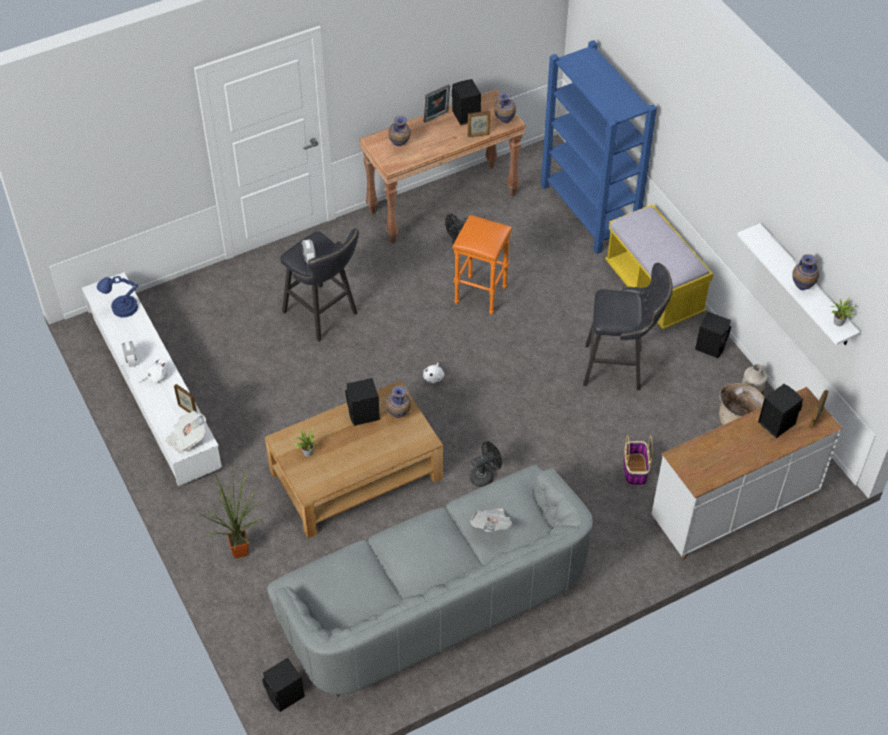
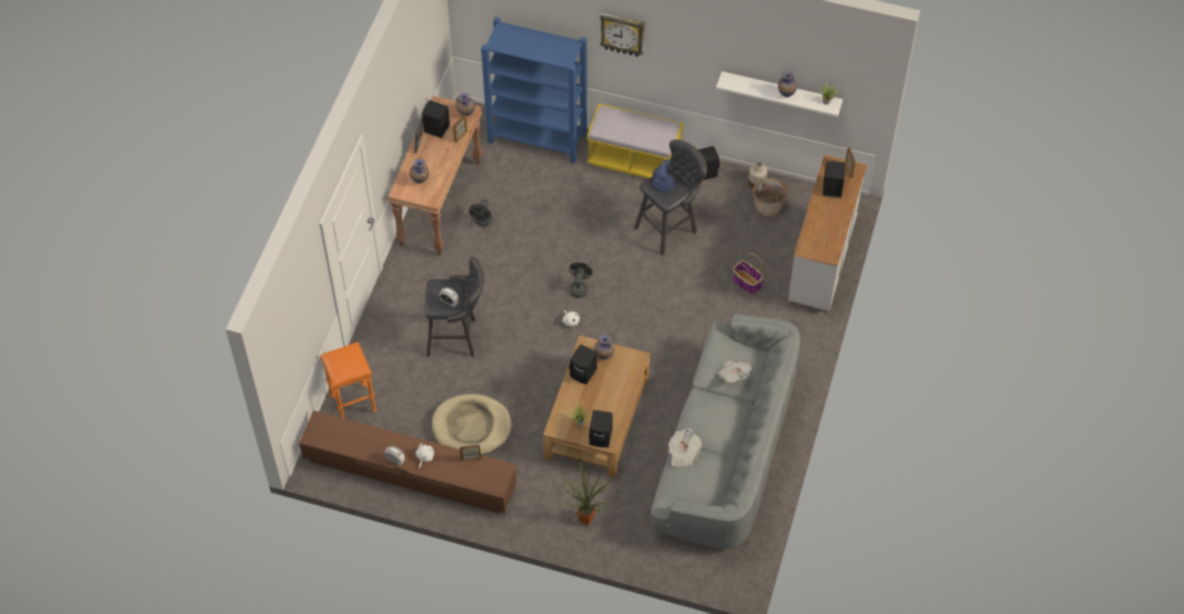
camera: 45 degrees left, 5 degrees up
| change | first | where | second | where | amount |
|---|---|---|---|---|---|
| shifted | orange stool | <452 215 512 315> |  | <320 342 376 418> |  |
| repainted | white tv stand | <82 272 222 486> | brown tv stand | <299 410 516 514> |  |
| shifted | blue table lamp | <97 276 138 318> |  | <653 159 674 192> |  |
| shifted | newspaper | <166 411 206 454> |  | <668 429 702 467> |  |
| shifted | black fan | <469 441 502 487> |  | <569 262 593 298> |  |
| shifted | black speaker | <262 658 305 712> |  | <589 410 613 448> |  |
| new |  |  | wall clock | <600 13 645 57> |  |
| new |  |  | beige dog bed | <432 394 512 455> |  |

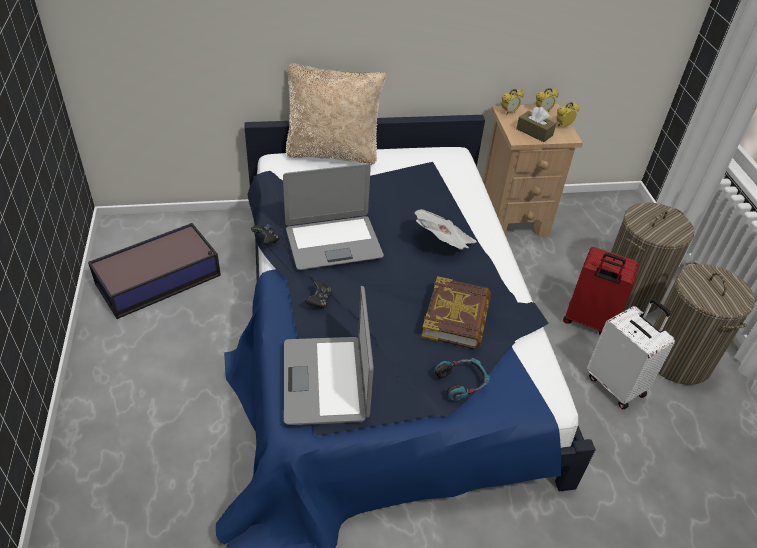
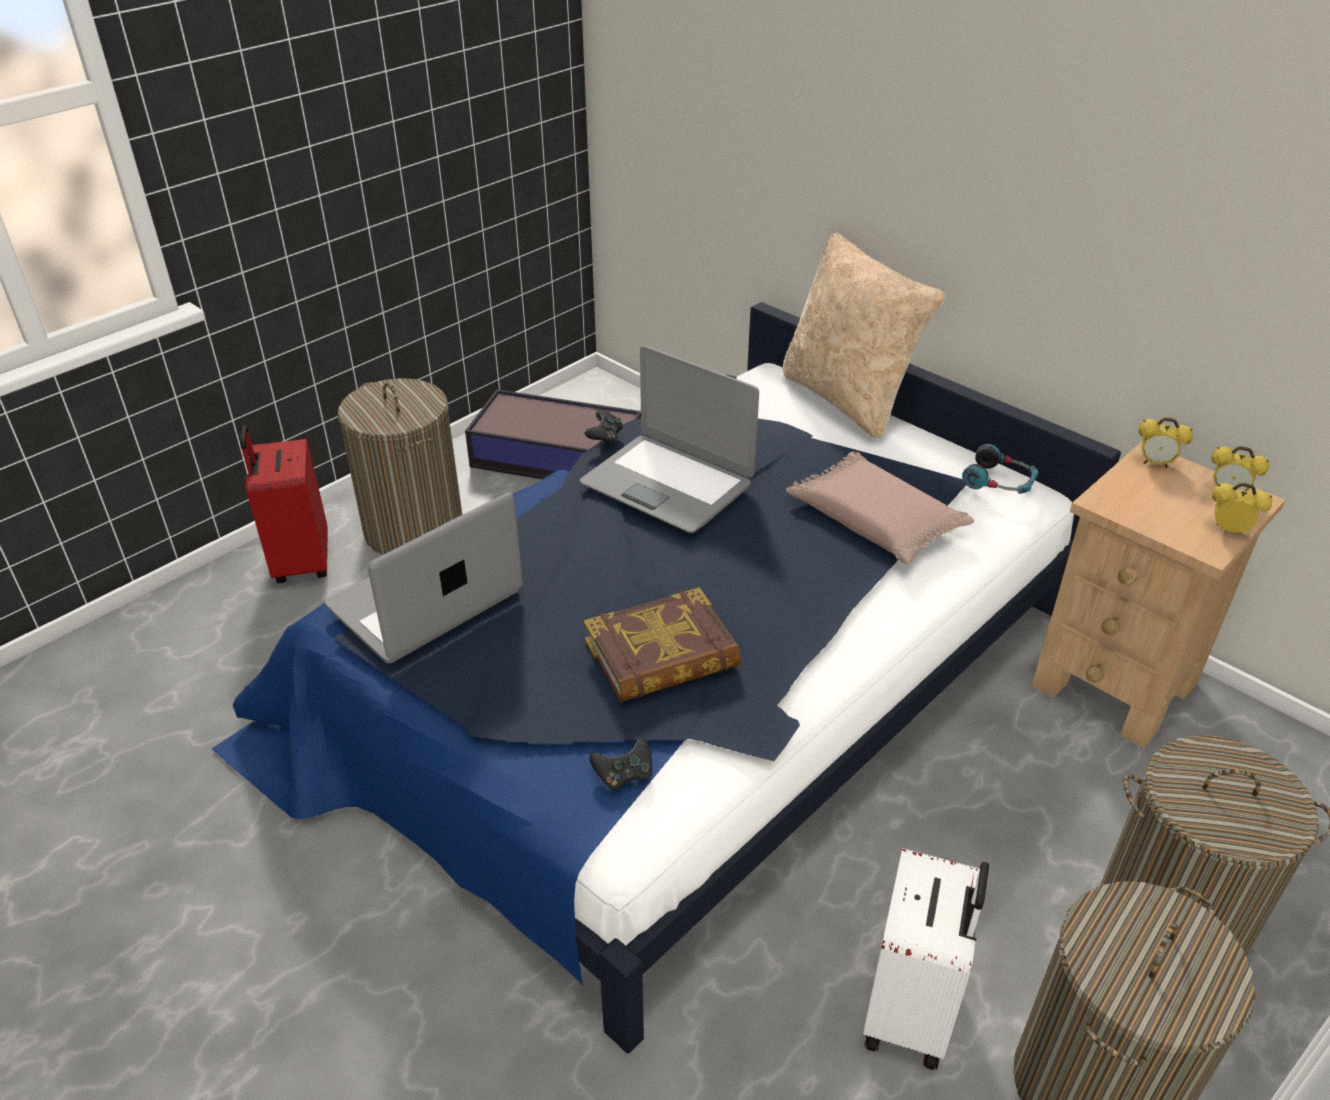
camera: 55 degrees right, 5 degrees down
| change | first | where | second | where | amount |
|---|---|---|---|---|---|
| gone | brown tissue box | <516 107 556 142> |  |  |  |
| gone | newspaper | <414 209 477 250> |  |  |  |
| shifted | red suitcase | <563 247 640 335> |  | <240 425 328 583> |  |
| shifted | black game controller | <304 280 332 309> |  | <590 738 652 791> |  |
| shifted | headphones | <434 358 490 401> |  | <962 444 1039 494> |  |
| new |  |  | laundry basket | <338 378 462 555> |  |
| new |  |  | beige pillow | <786 451 974 564> |  |

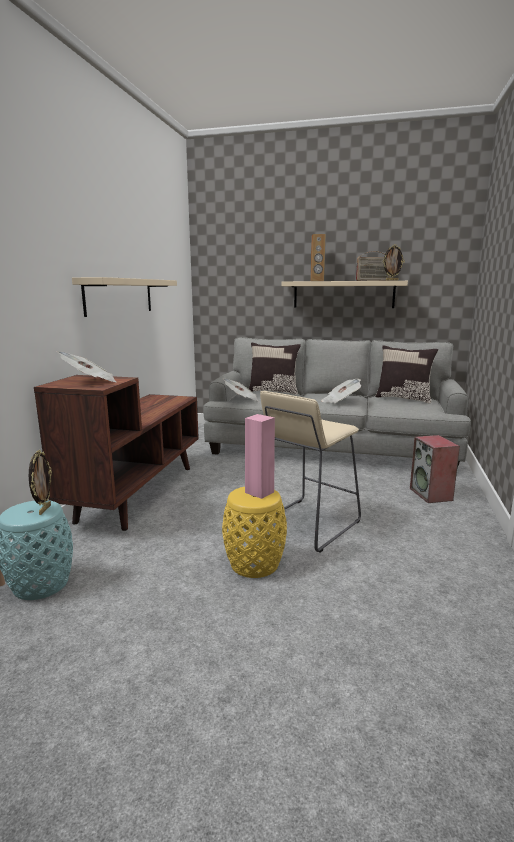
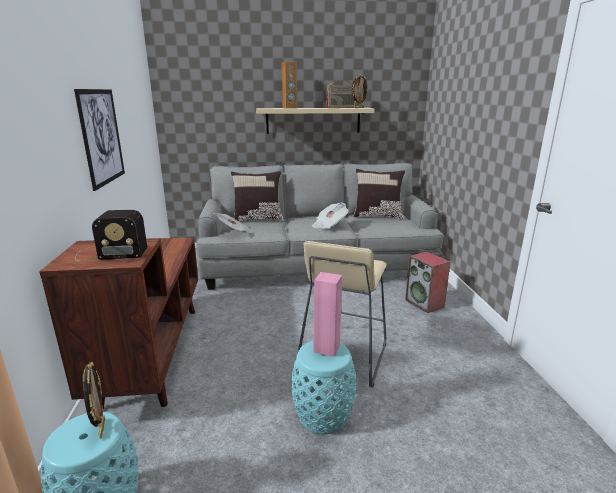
camera: 20 degrees left, 5 degrees up
| change | first | where | second | where | amount |
|---|---|---|---|---|---|
| swapped | beige shelf | <72 277 177 317> | picture | <74 89 125 191> |  |
| swapped | newspaper | <57 351 116 382> | radio | <75 210 147 261> |  |
| repainted | yellow stool | <222 487 287 578> | turquoise stool | <291 341 356 434> |  |

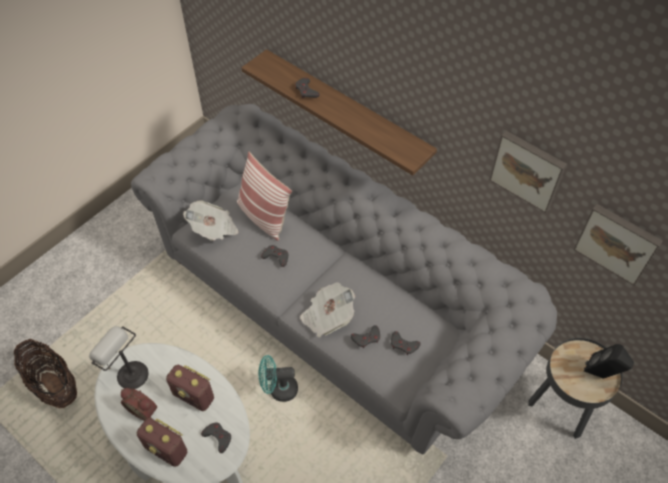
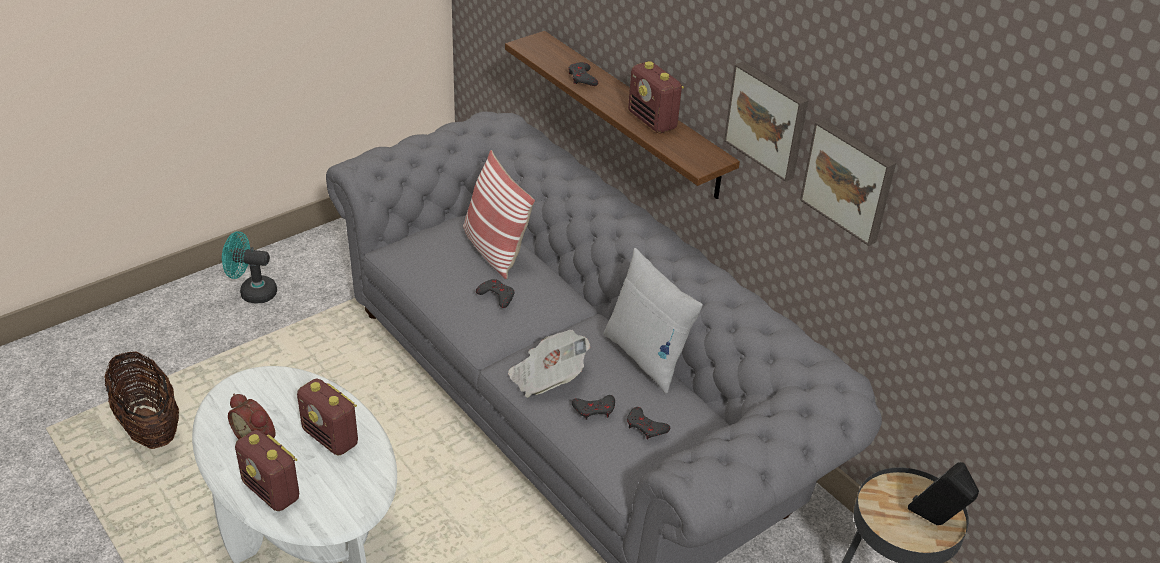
camera: 10 degrees right, 15 degrees down
| change | first | where | second | where | amount |
|---|---|---|---|---|---|
| gone | newspaper | <183 200 239 240> |  |  |  |
| shifted | picture | <574 204 663 285> |  | <724 62 808 182> |  |
| gone | table lamp | <89 326 149 389> |  |  |  |
| shifted | turquoise fan | <258 355 298 402> |  | <222 231 277 304> |  |
| gone | grey game controller | <201 423 231 453> |  |  |  |
| new |  |  | radio | <628 61 684 133> |  |
| new |  |  | grey pillow | <603 248 703 394> |  |

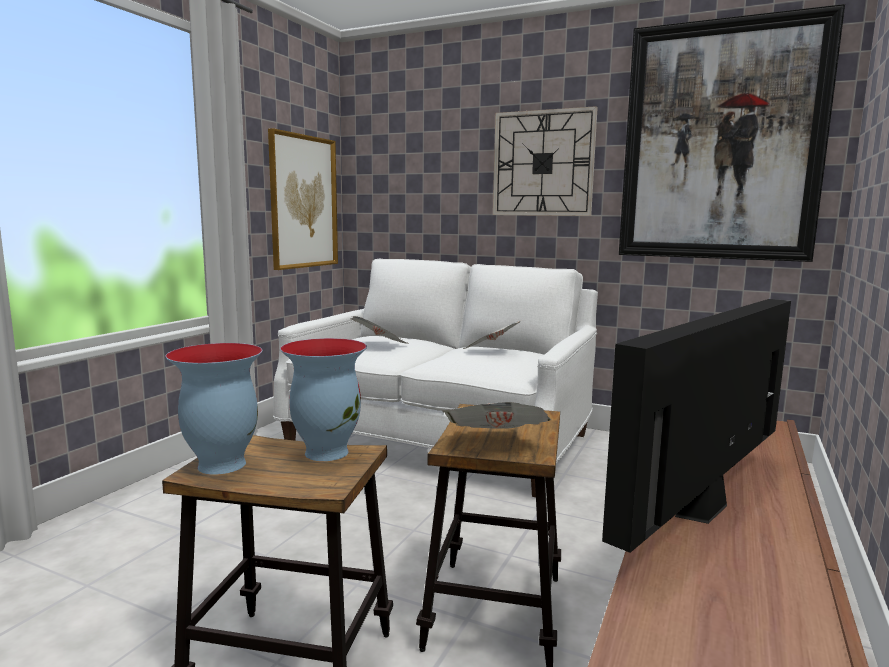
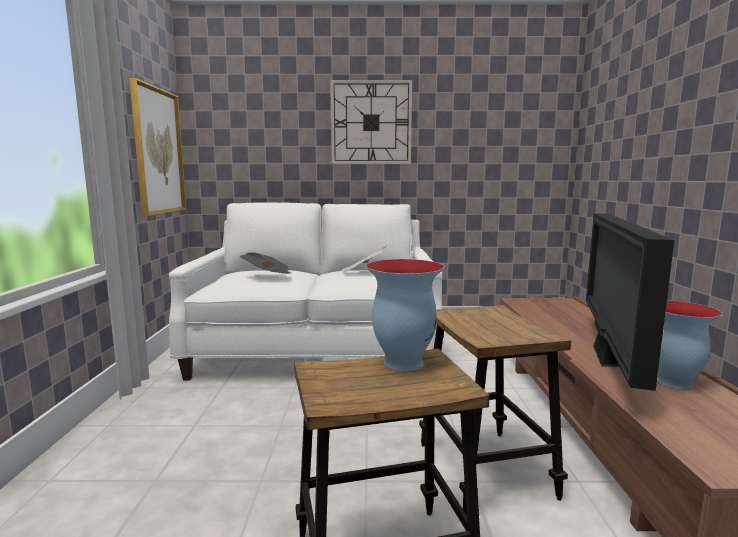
camera: 25 degrees left, 0 degrees up
| change | first | where | second | where | amount |
|---|---|---|---|---|---|
| gone | picture | <619 4 845 262> |  |  |  |
| shifted | vase | <165 343 262 475> |  | <657 301 722 390> |  |
| gone | newspaper | <442 402 551 429> |  |  |  |

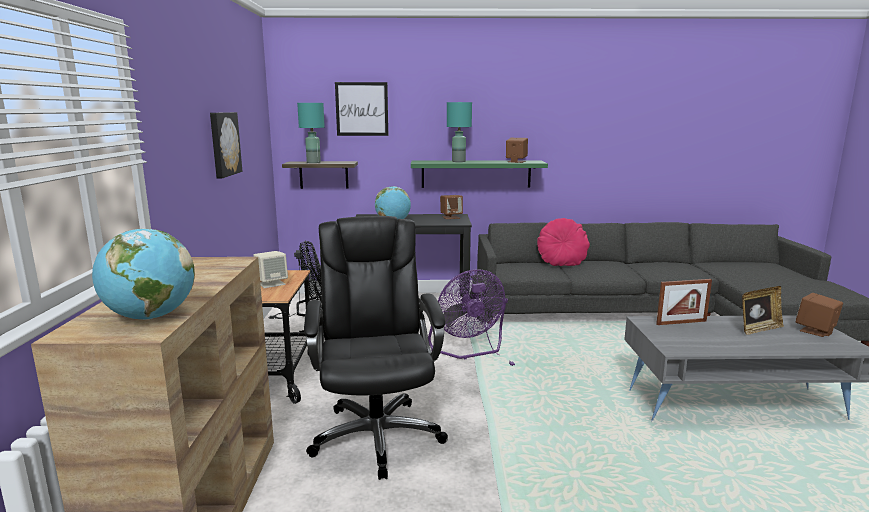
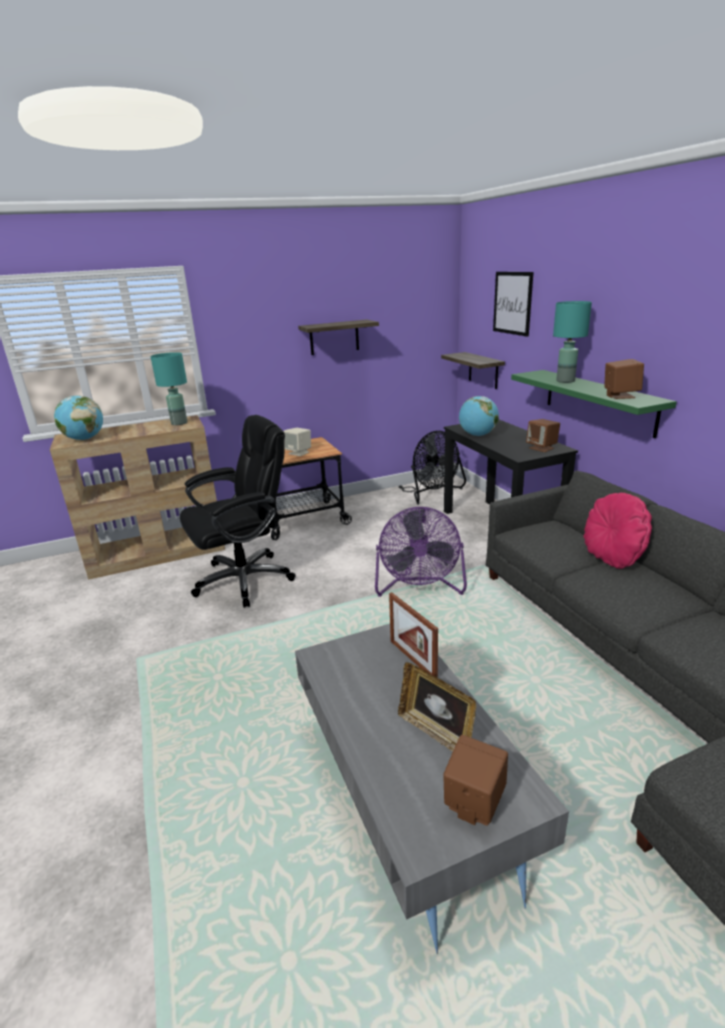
camera: 70 degrees right, 10 degrees up
| change | first | where | second | where | amount |
|---|---|---|---|---|---|
| shifted | turquoise table lamp | <297 103 325 163> |  | <150 352 187 425> |  |
| swapped | picture | <210 112 242 179> | shelf | <298 319 379 355> |  |
| rotated | purple fan | <428 270 515 366> |  | <375 507 467 597> | 135 degrees clockwise |

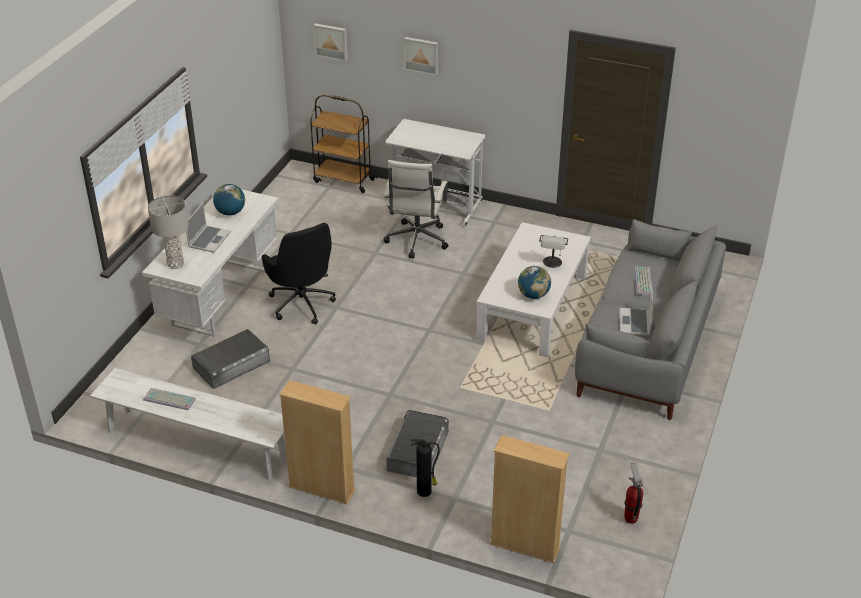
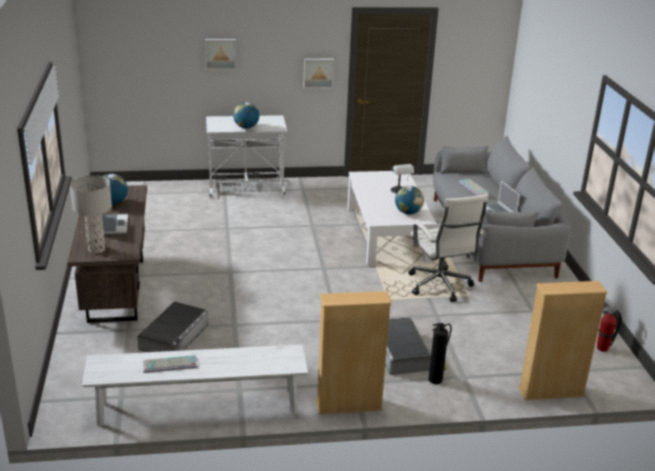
camera: 30 degrees left, 10 degrees down
| change | first | where | second | where | amount |
|---|---|---|---|---|---|
| shifted | picture | <313 23 348 61> |  | <304 59 334 88> |  |
| gone | brown cart | <310 95 377 193> |  |  |  |
| shifted | white office chair | <383 160 449 259> |  | <408 194 489 302> |  |
| repainted | white desk | <142 189 279 337> | brown desk | <67 185 147 323> |  |
| gone | black office chair | <262 223 336 325> |  |  |  |
| new |  |  | globe | <233 102 259 128> |  |

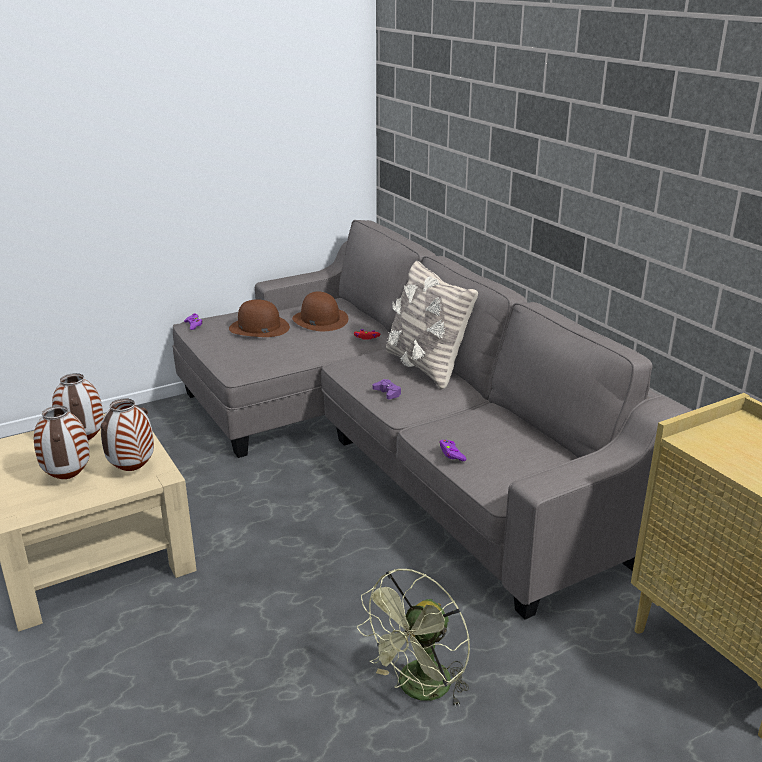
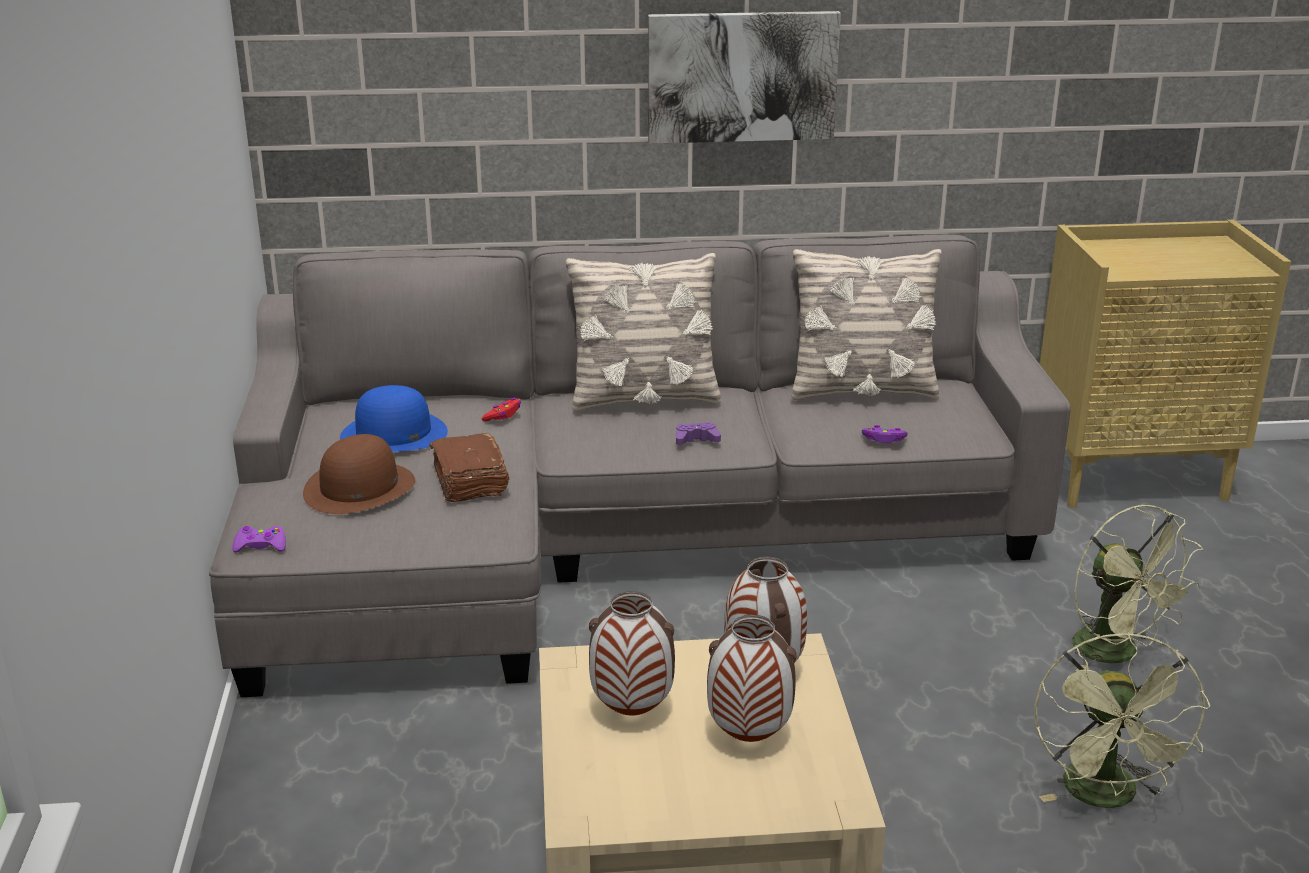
camera: 65 degrees left, 0 degrees up
| change | first | where | second | where | amount |
|---|---|---|---|---|---|
| repainted | brown hat | <292 291 348 331> | blue hat | <340 385 448 452> |  |
| new |  |  | picture | <648 11 841 144> |  |
| new |  |  | beige pillow | <791 249 942 400> |  |
| new |  |  | brown book | <430 433 510 502> |  |
| new |  |  | green fan | <1034 632 1210 808> |  |

